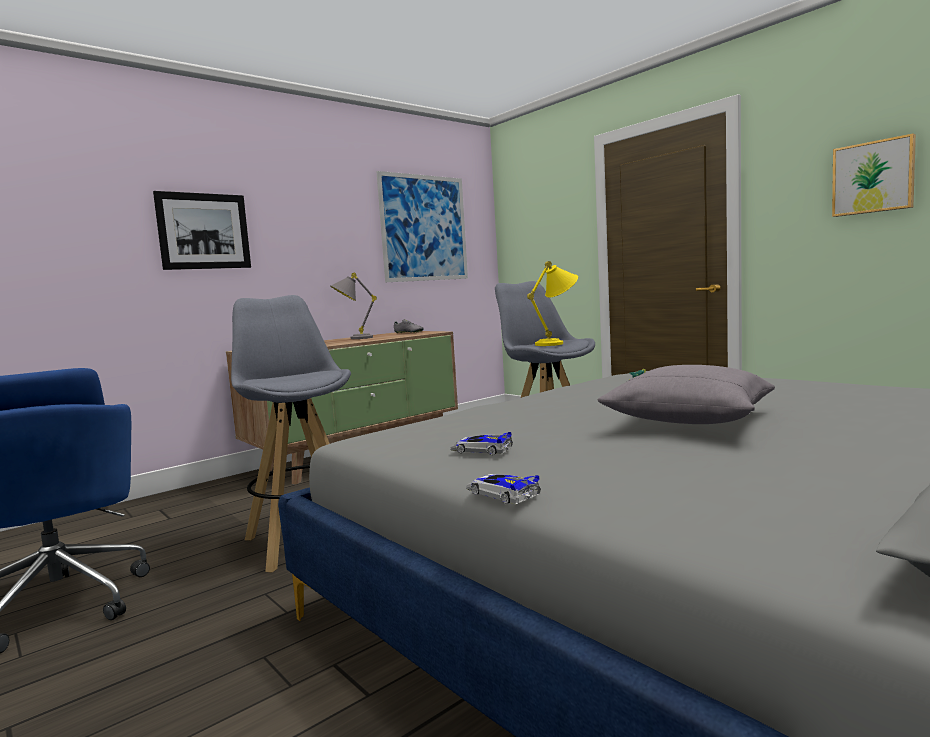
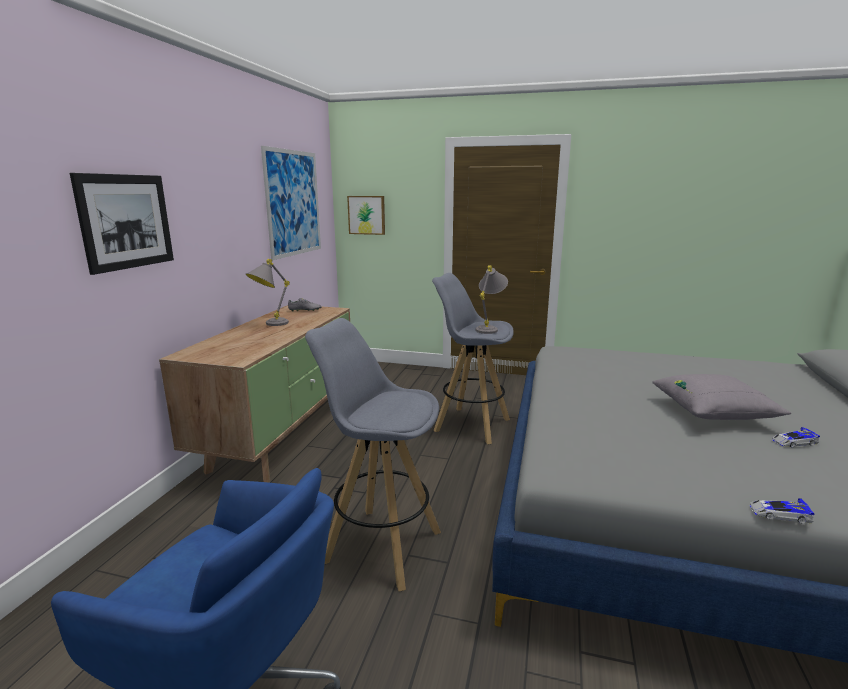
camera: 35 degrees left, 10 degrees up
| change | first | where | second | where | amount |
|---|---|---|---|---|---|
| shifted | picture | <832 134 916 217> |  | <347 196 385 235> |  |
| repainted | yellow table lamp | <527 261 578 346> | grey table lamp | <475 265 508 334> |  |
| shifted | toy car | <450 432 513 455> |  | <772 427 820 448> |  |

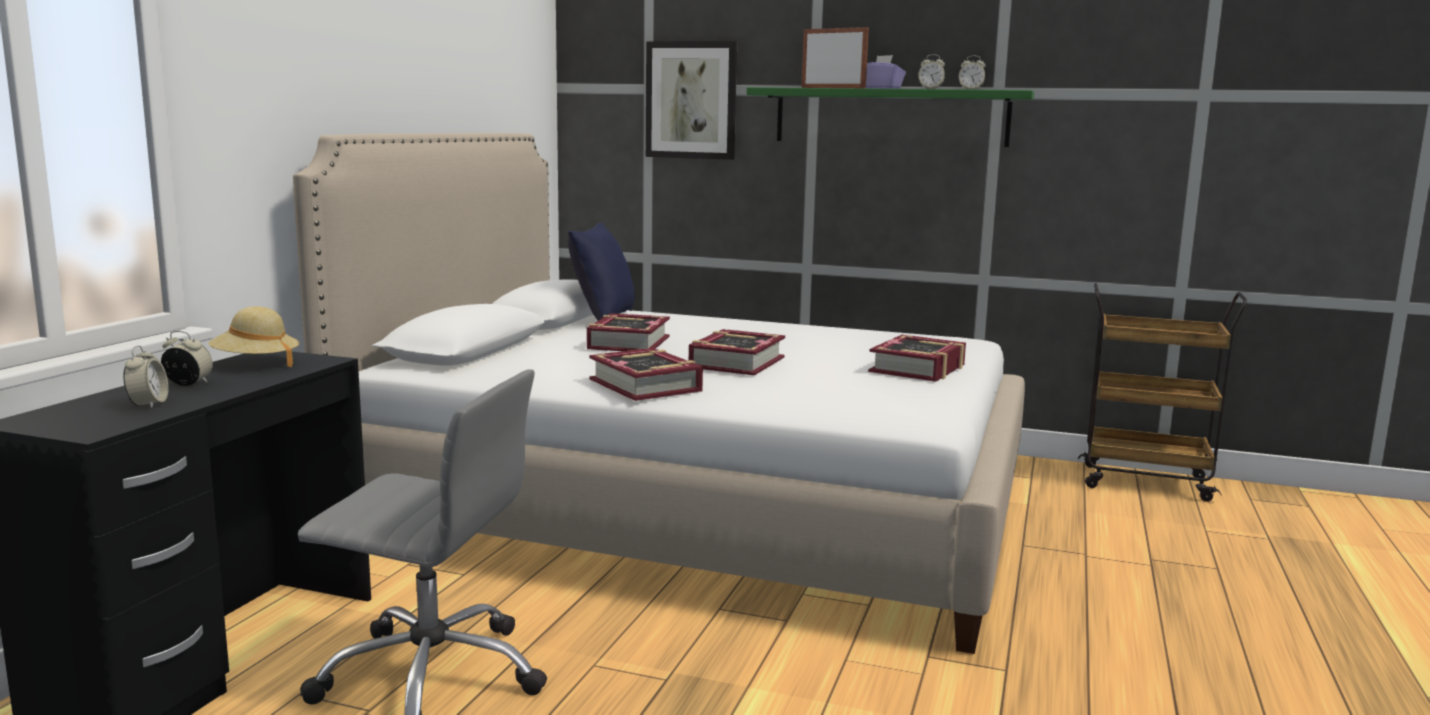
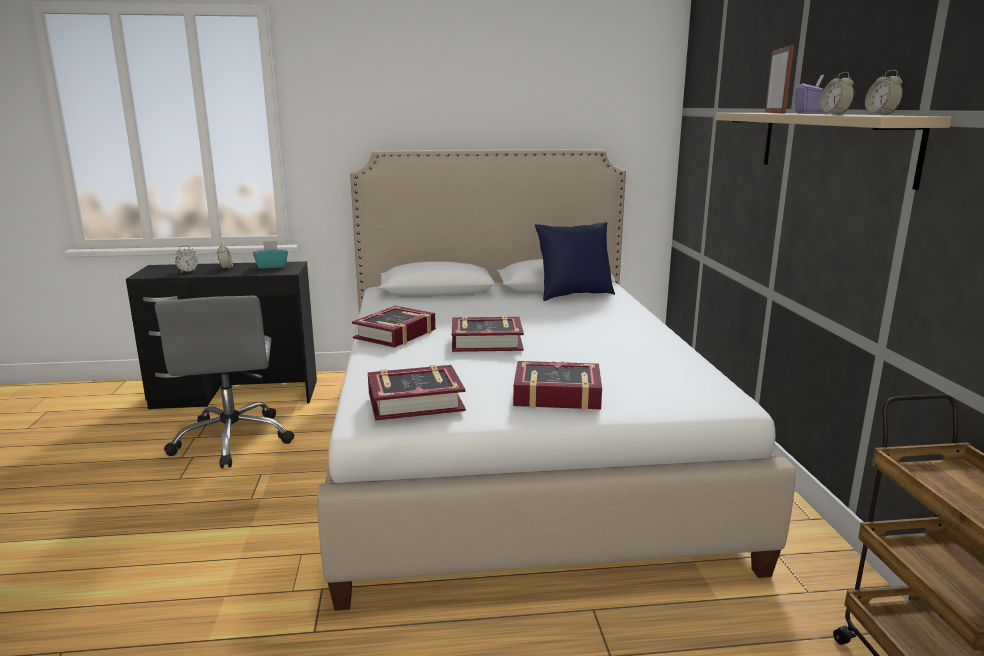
camera: 65 degrees right, 5 degrees up
| change | first | where | second | where | amount |
|---|---|---|---|---|---|
| gone | picture | <646 41 737 160> |  |  |  |
| repainted | green shelf | <746 87 1034 147> | beige shelf | <715 113 952 190> |  |
| swapped | beige hat | <208 306 299 367> | turquoise tissue box | <253 241 288 269> |  |
| shifted | book | <587 313 670 351> |  | <368 365 466 421> |  |

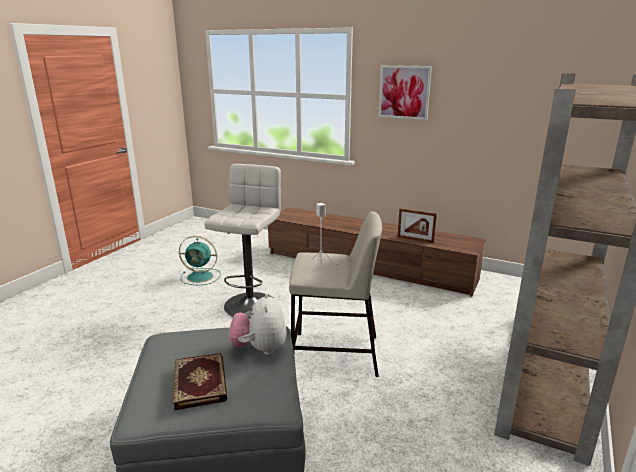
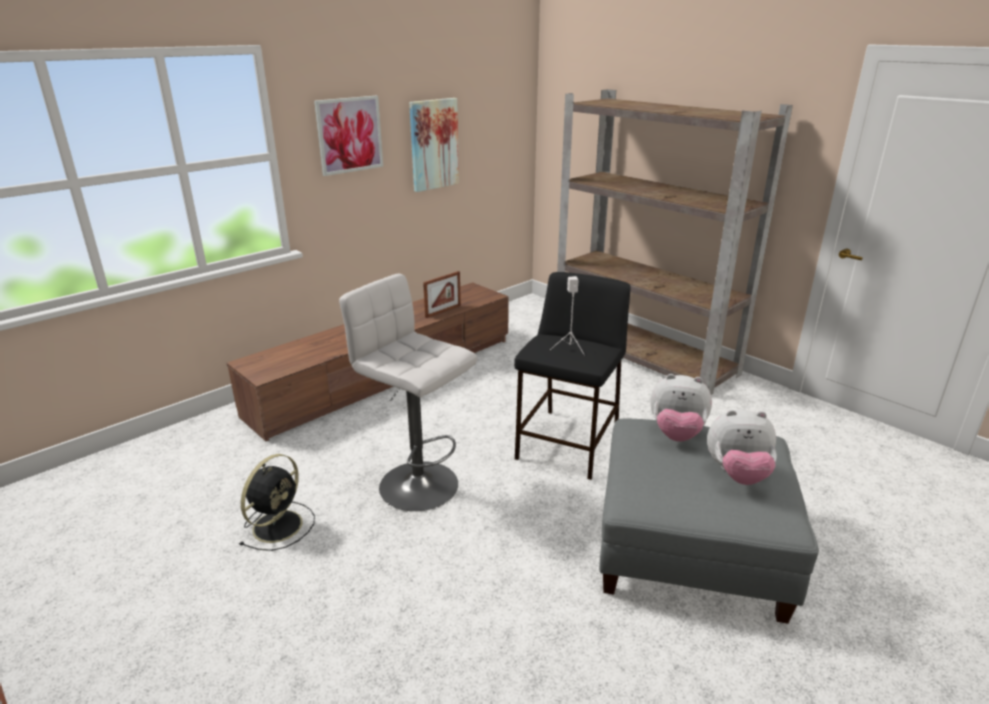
camera: 70 degrees left, 5 degrees up
| change | first | where | second | where | amount |
|---|---|---|---|---|---|
| repainted | beige stool | <289 211 382 377> | black stool | <514 272 631 480> |  |
| repainted | turquoise fan | <179 236 221 285> | black fan | <239 454 315 551> |  |
| swapped | book | <174 353 227 410> | plush toy | <707 410 777 485> |  |
| new |  |  | picture | <409 98 459 192> |  |

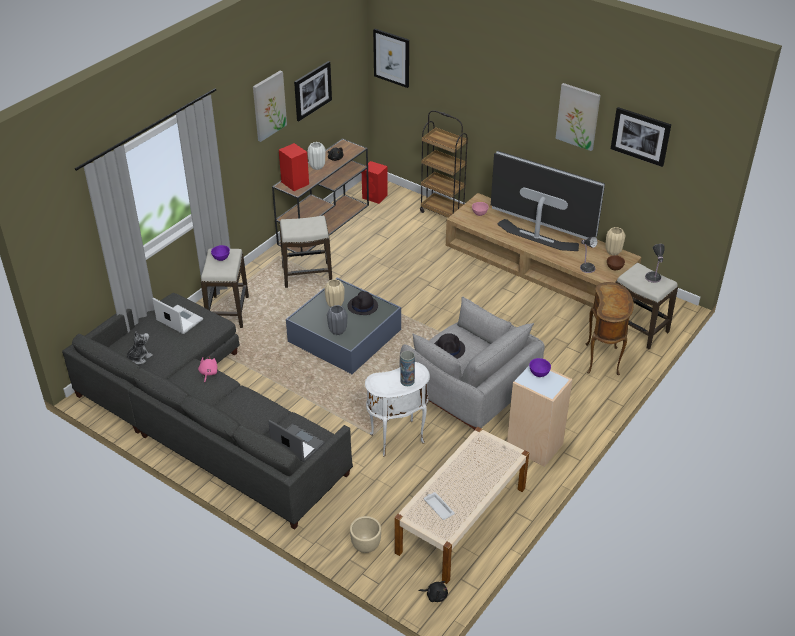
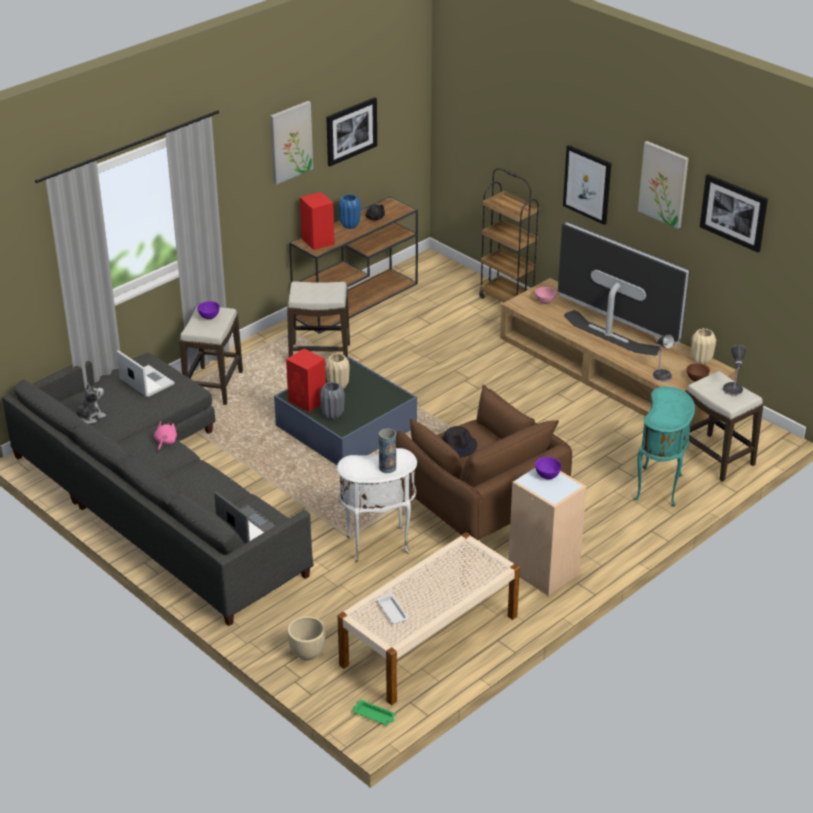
camera: 10 degrees right, 5 degrees down
| change | first | where | second | where | amount |
|---|---|---|---|---|---|
| shifted | picture | <373 29 409 88> |  | <563 145 611 225> |  |
| repainted | white vase | <307 142 325 170> | blue vase | <338 194 361 229> |  |
| shifted | red speaker | <362 161 388 204> |  | <286 348 326 412> |  |
| repainted | brown side table | <586 282 634 375> | turquoise side table | <634 386 695 506> |  |
| gone | black hat | <348 291 378 315> |  |  |  |
| repainted | grey armchair | <399 297 545 430> | brown armchair | <396 385 572 557> |  |
| swapped | black plush toy | <419 581 448 602> | green tray | <352 699 396 725> |  |

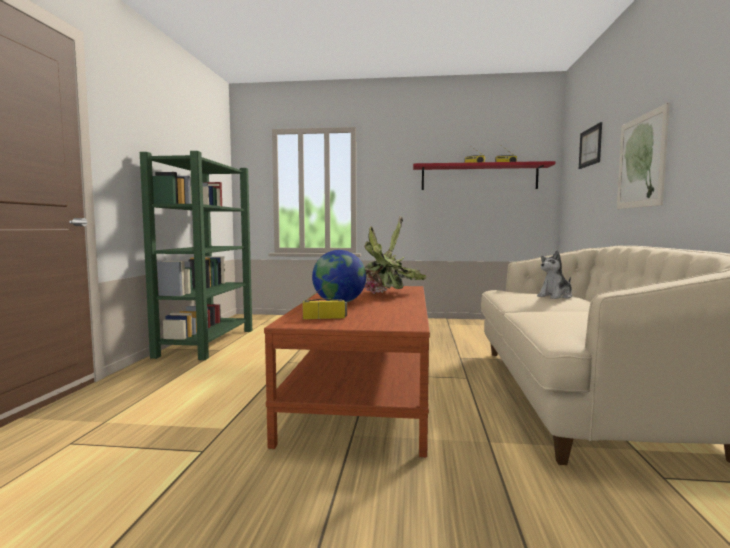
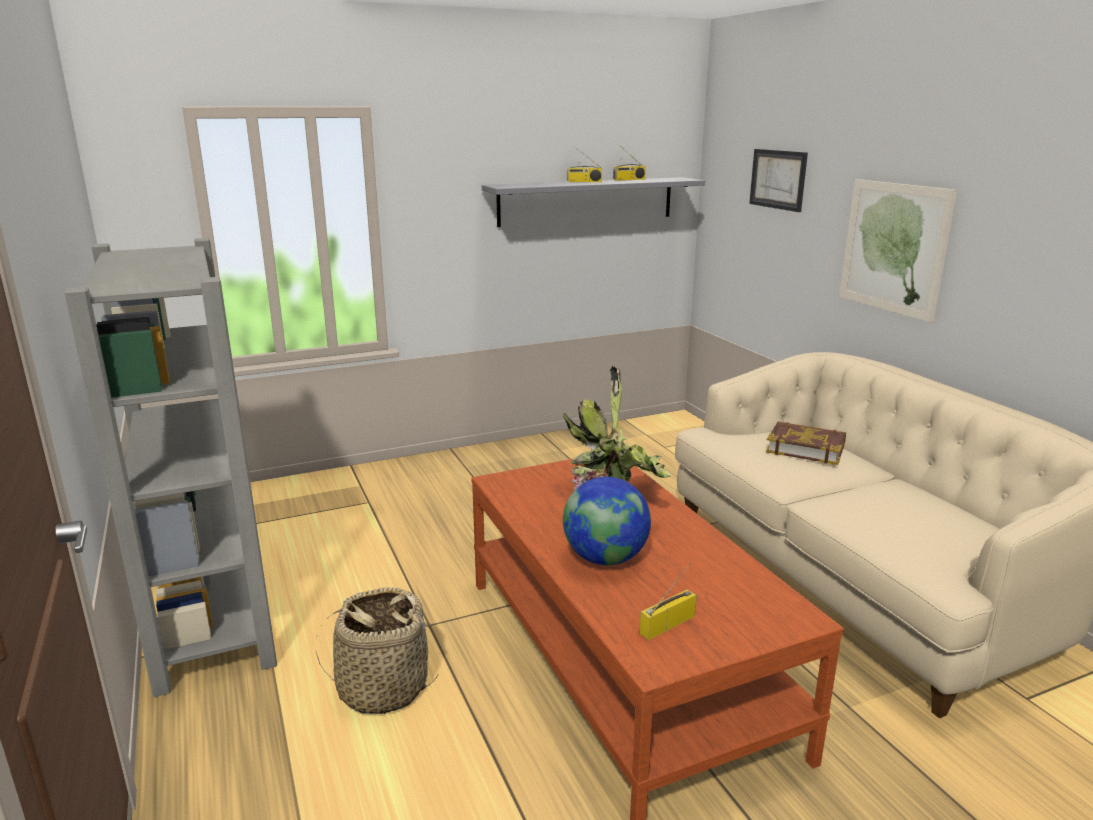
camera: 30 degrees left, 15 degrees up
| change | first | where | second | where | amount |
|---|---|---|---|---|---|
| repainted | green bookcase | <140 151 252 360> | grey bookcase | <64 238 277 697> |  |
| repainted | red shelf | <413 161 555 190> | grey shelf | <482 177 705 227> |  |
| swapped | plush toy | <537 250 572 299> | book | <766 422 846 465> |  |
| new |  |  | basket | <316 587 439 714> |  |

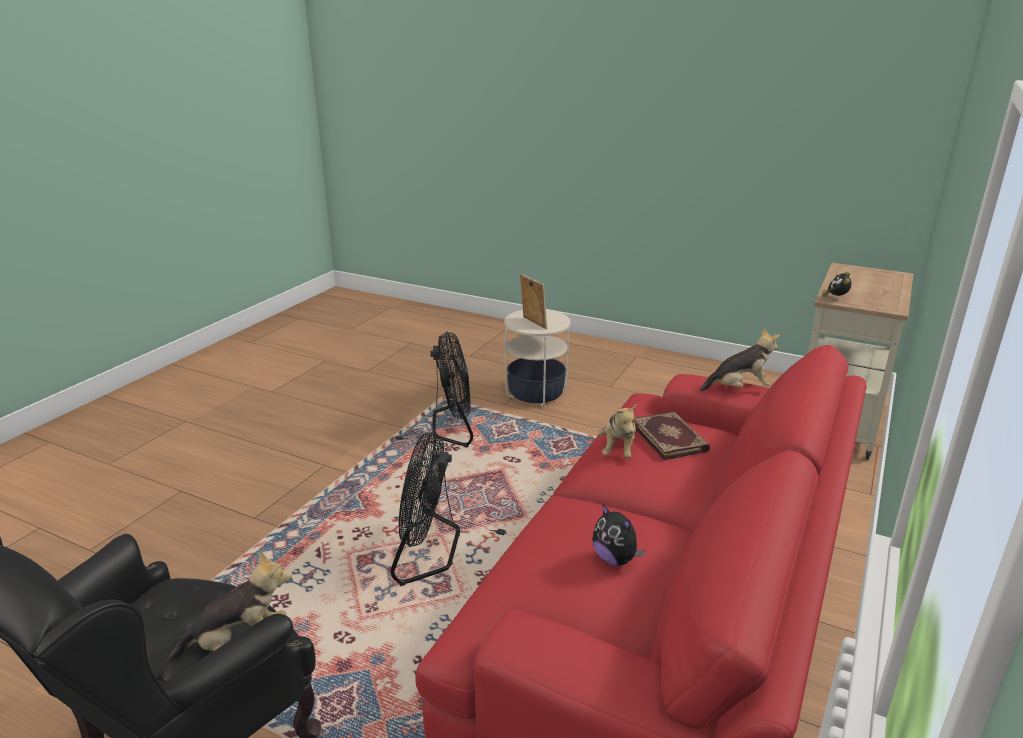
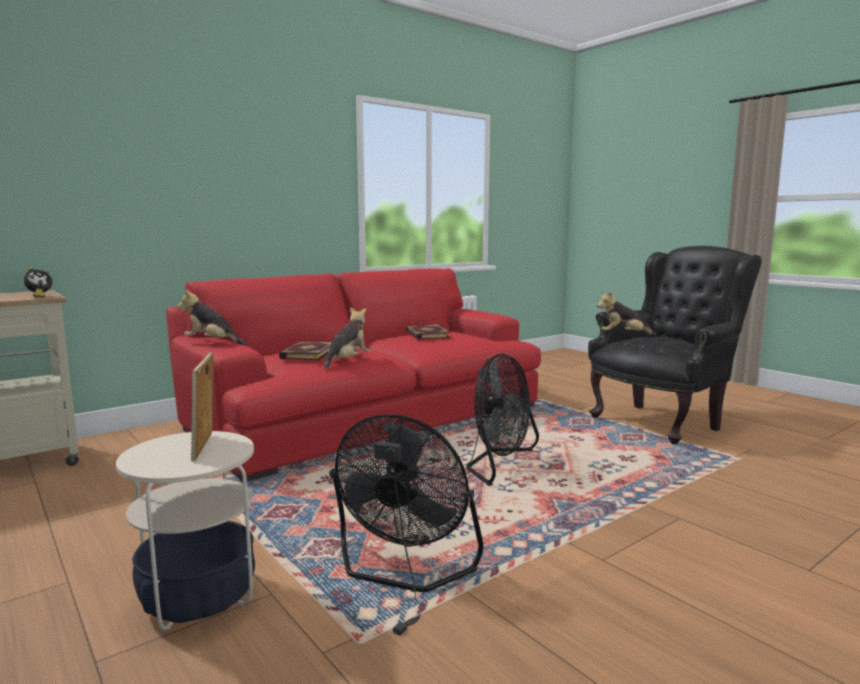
camera: 155 degrees left, 15 degrees down
| change | first | where | second | where | amount |
|---|---|---|---|---|---|
| rotated | black fan | <394 332 473 448> |  | <329 414 483 636> | 90 degrees clockwise |
| swapped | plush toy | <592 503 645 566> | book | <406 324 450 340> |  |

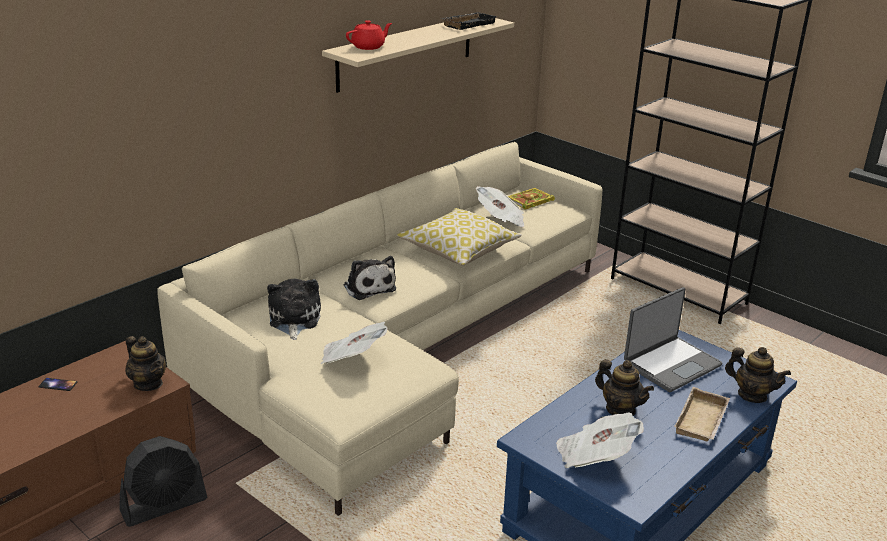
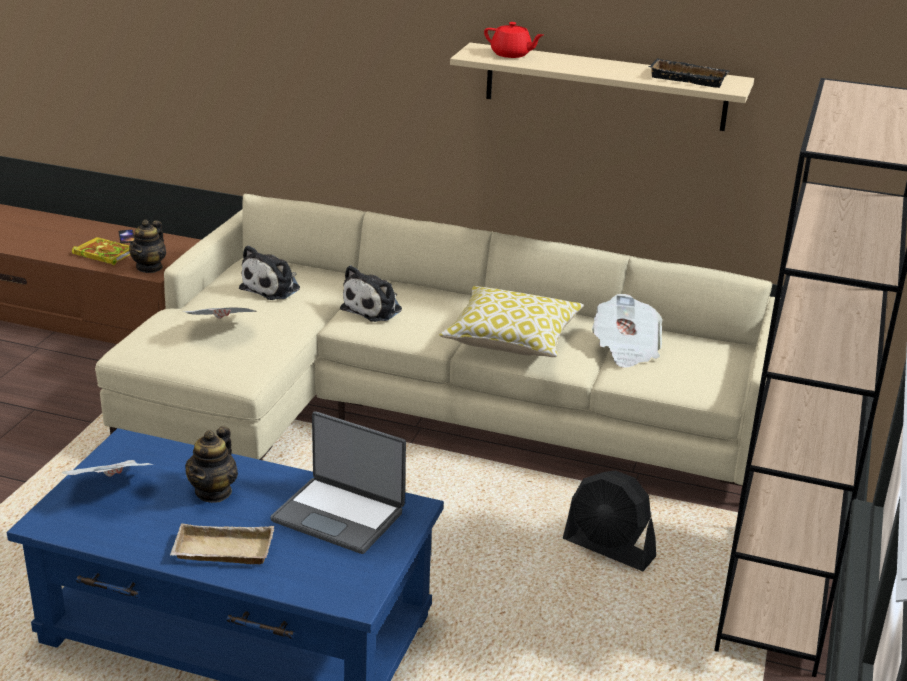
camera: 65 degrees right, 0 degrees up
| change | first | where | second | where | amount |
|---|---|---|---|---|---|
| shifted | book | <508 188 555 210> |  | <72 237 130 265> |  |
| rotated | plush toy | <267 278 321 340> |  | <239 245 300 300> | 150 degrees clockwise |
| gone | teapot | <725 347 791 403> |  |  |  |
| shifted | black fan | <119 436 207 527> |  | <563 471 656 571> |  |

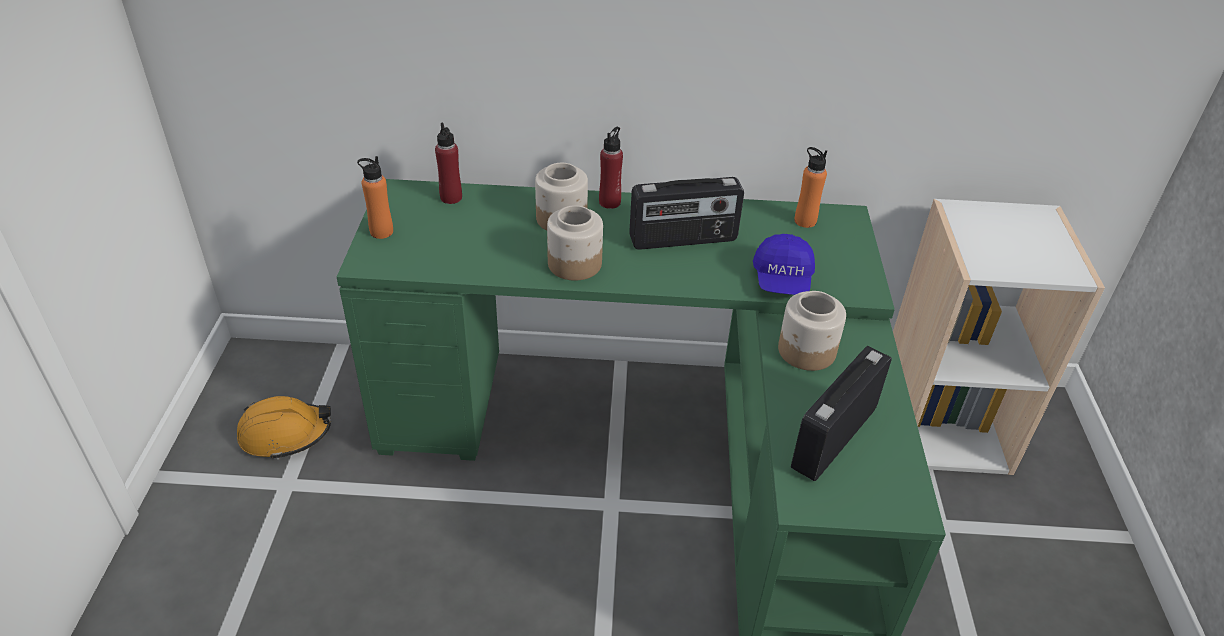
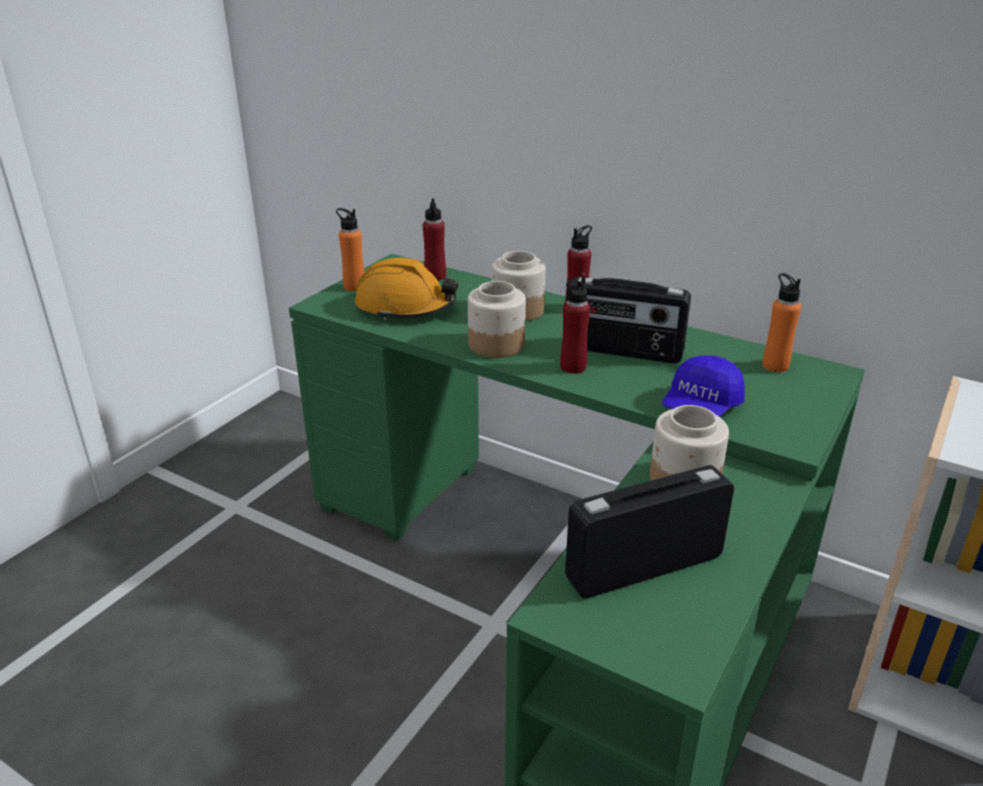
camera: 30 degrees right, 10 degrees down
| change | first | where | second | where | amount |
|---|---|---|---|---|---|
| shifted | orange hard hat | <237 396 331 460> |  | <355 258 458 321> |  |
| new |  |  | red bottle | <560 276 590 374> |  |

